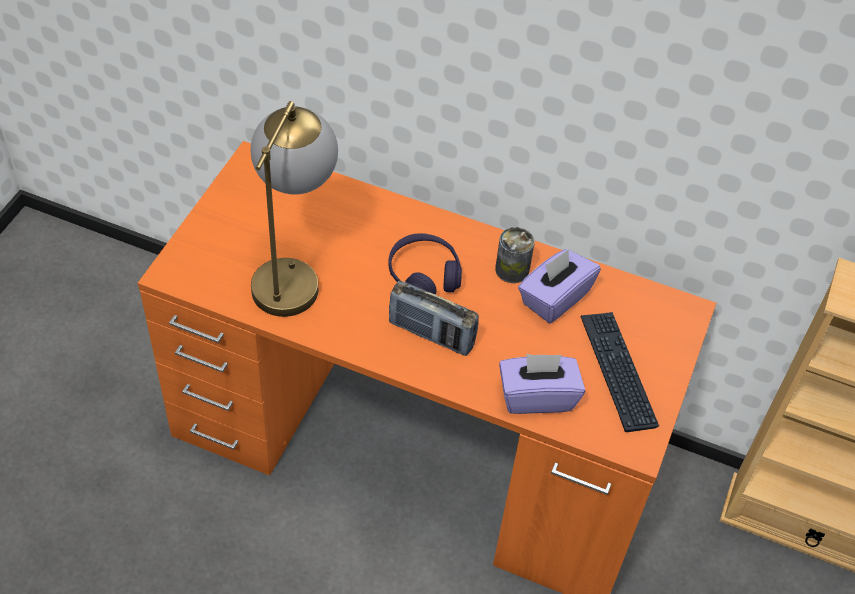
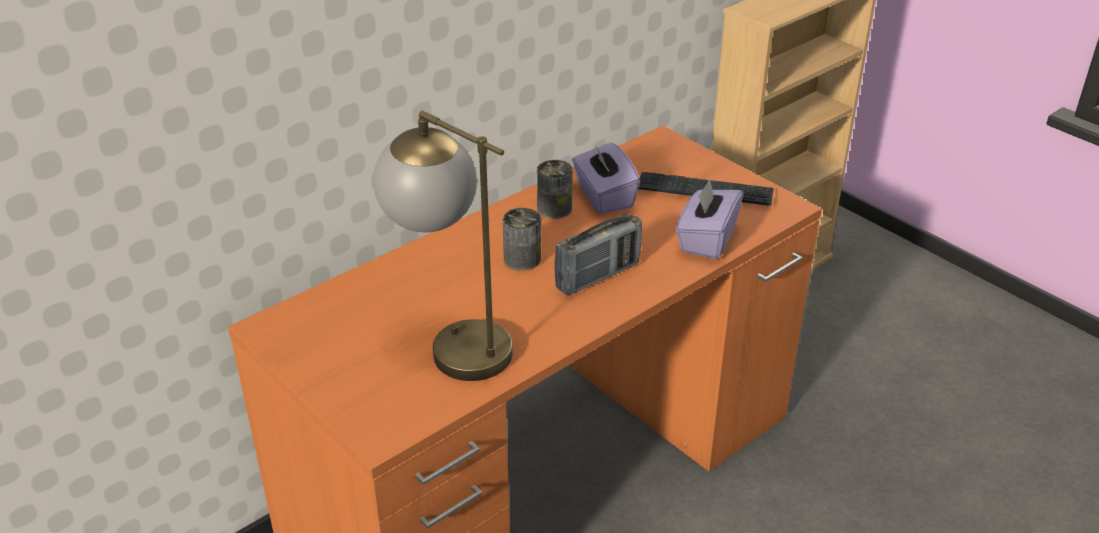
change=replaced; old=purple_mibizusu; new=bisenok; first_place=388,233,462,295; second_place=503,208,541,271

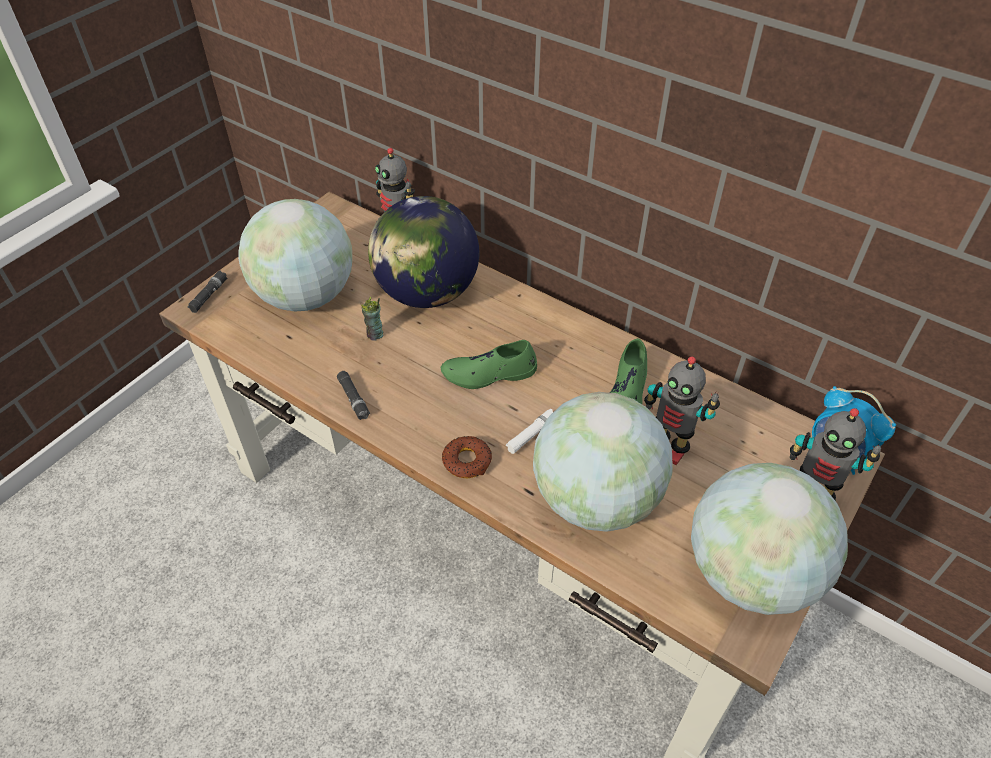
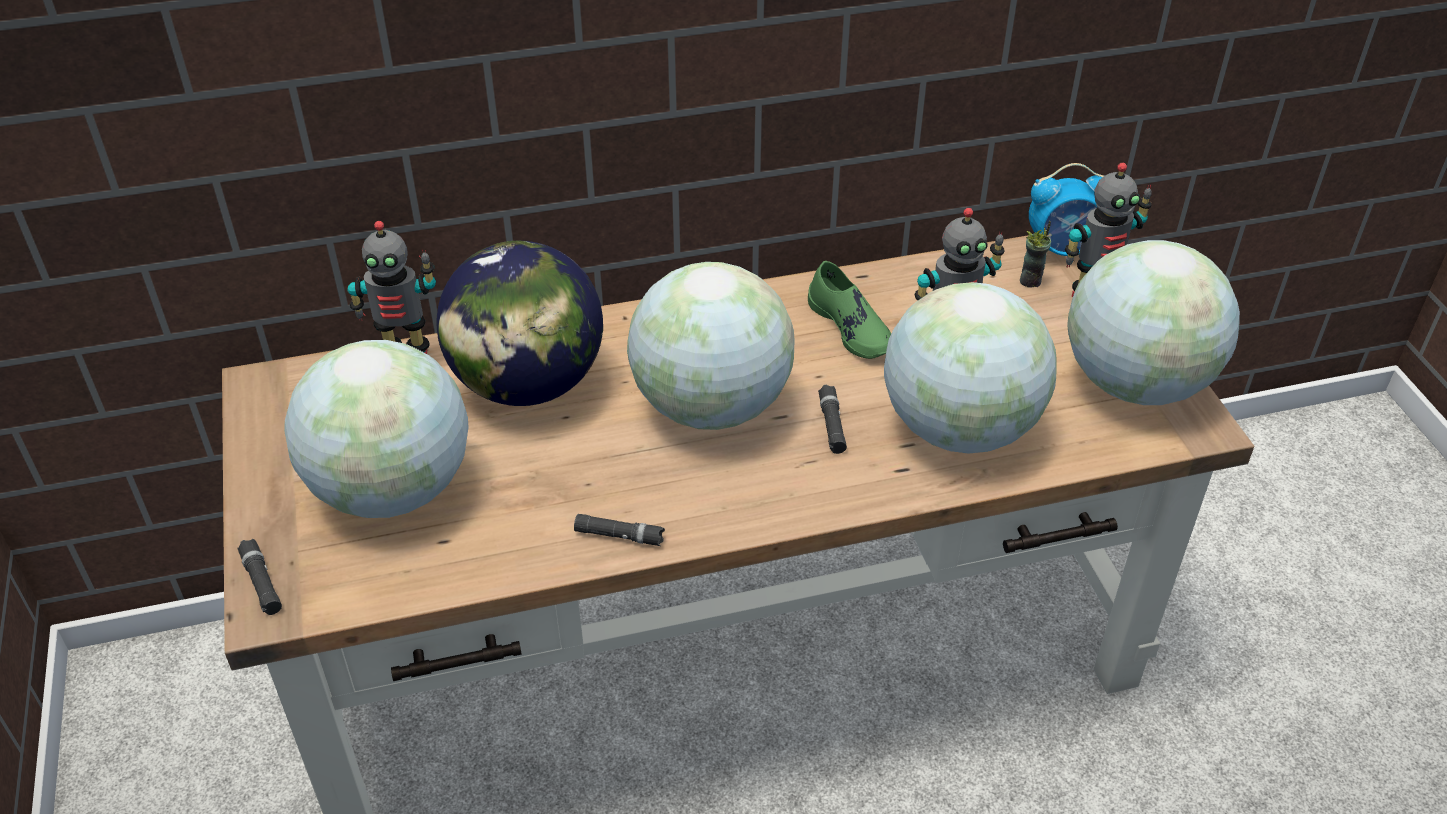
change=moved; old=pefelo; first_place=361,297,384,341; second_place=1020,221,1052,287
change=replaced; old=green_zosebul; new=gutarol; first_place=441,340,537,389; second_place=627,262,795,430
change=removed; old=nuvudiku; first_place=442,436,492,478
change=recoloured; old=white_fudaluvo; new=black_fudaluvo; first_place=506,409,553,454; second_place=818,384,847,454

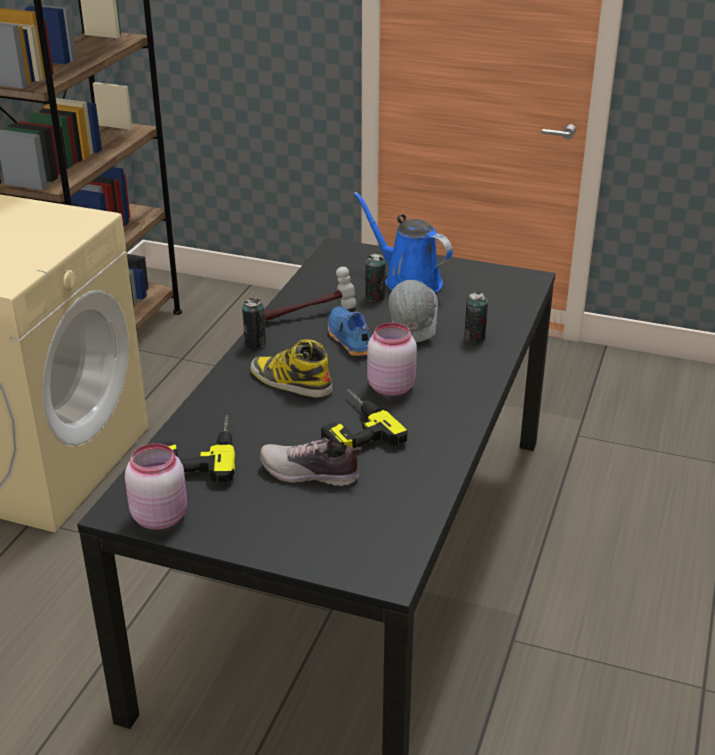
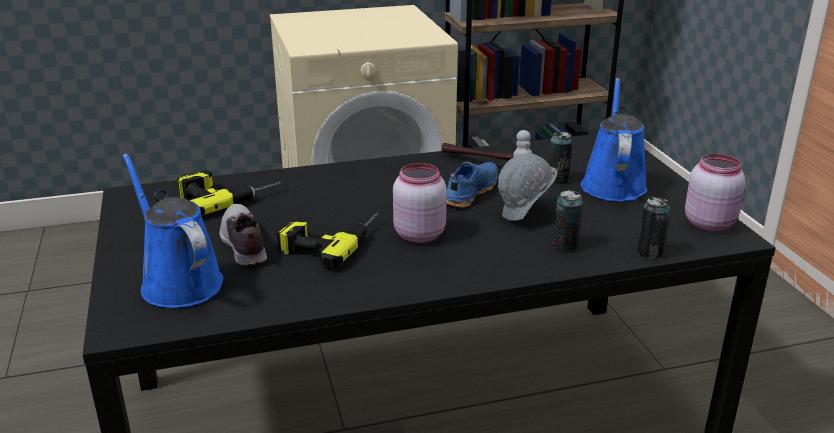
change=moved; old=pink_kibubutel; first_place=125,443,187,530; second_place=685,154,745,231
change=moved; old=bisenok; first_place=242,298,266,350; second_place=637,197,670,258
change=removed; old=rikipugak; first_place=250,339,333,398
change=added; new=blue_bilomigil; second_place=123,154,223,308

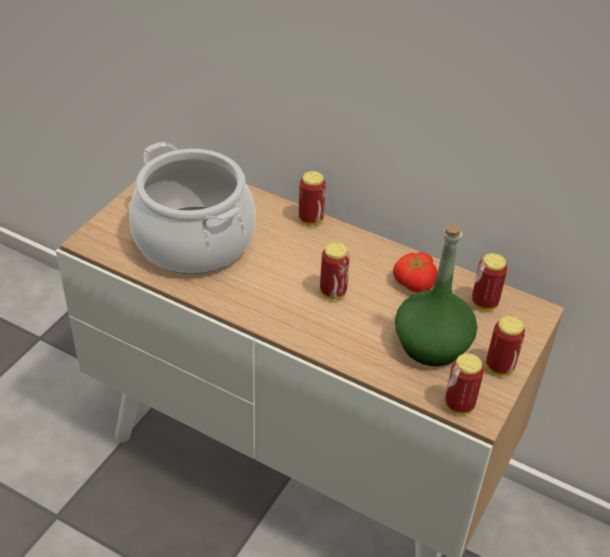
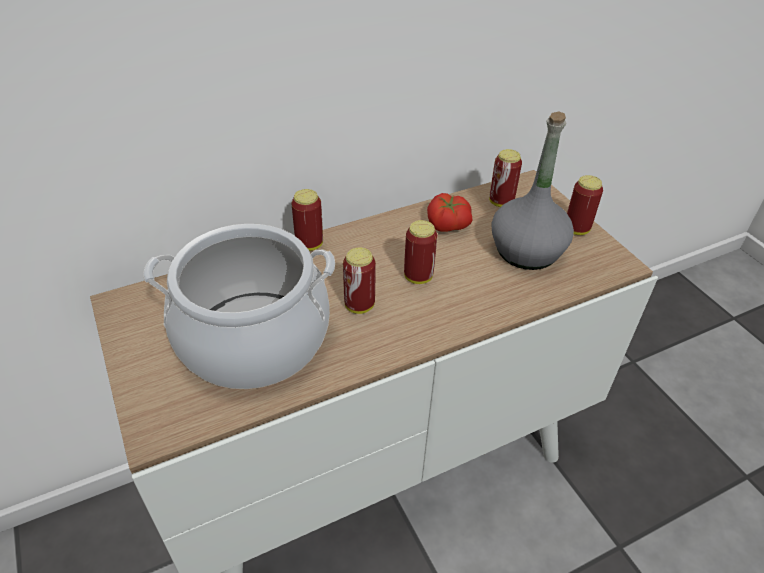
change=recoloured; old=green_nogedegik; new=grey_nogedegik; first_place=395,224,477,366; second_place=491,112,574,270
change=moved; old=bisenok; first_place=445,353,484,415; second_place=343,248,376,314

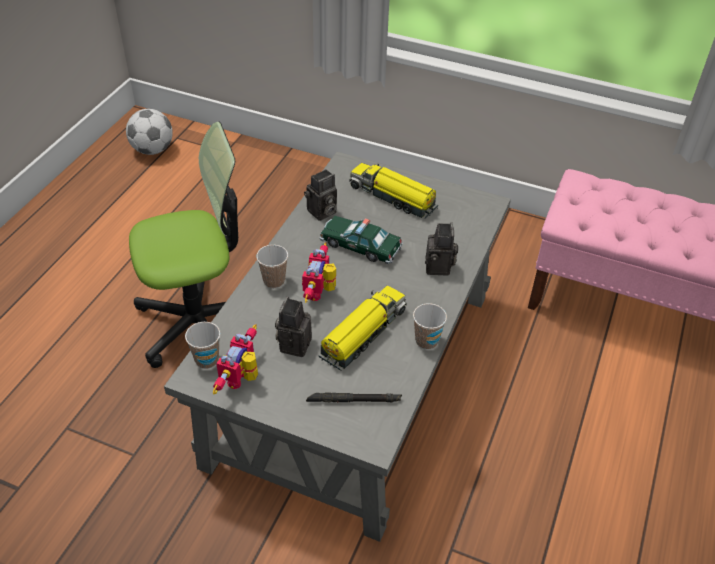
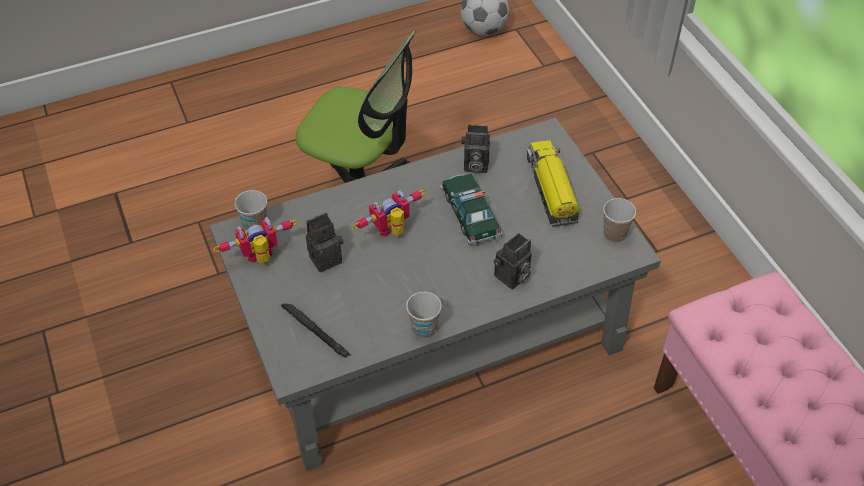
change=moved; old=pefelo; first_place=256,245,288,288; second_place=603,198,636,243
change=removed; old=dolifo; first_place=318,286,407,371

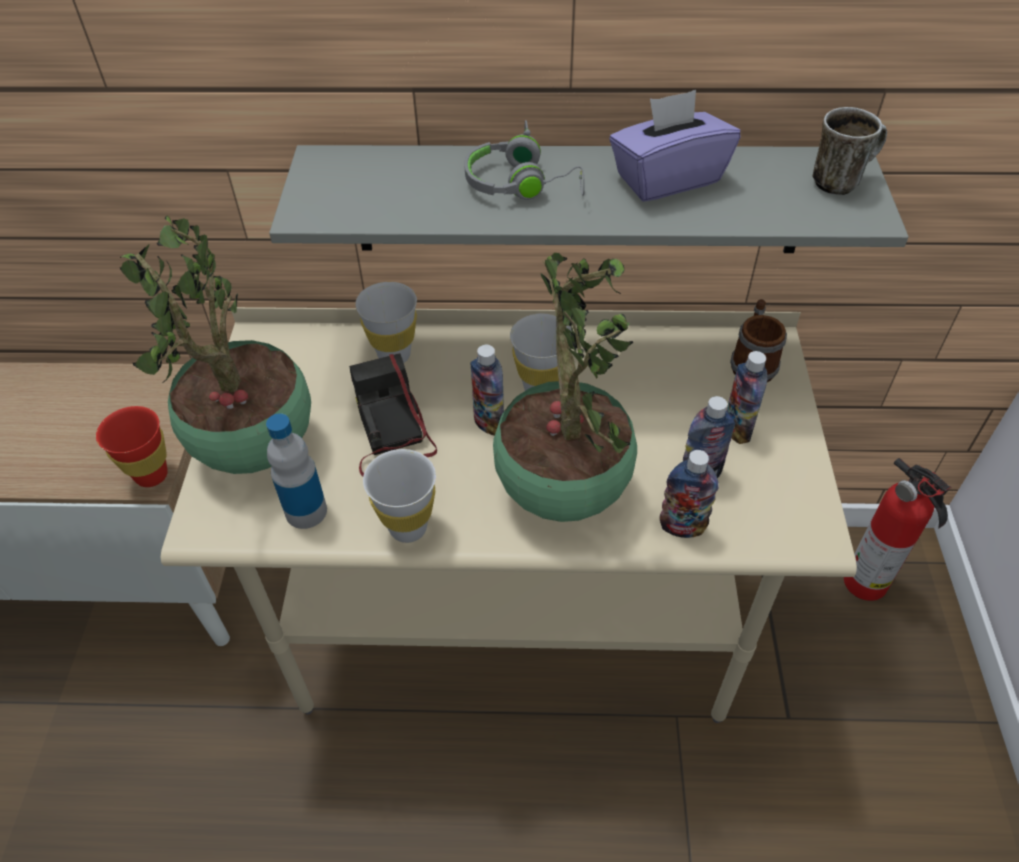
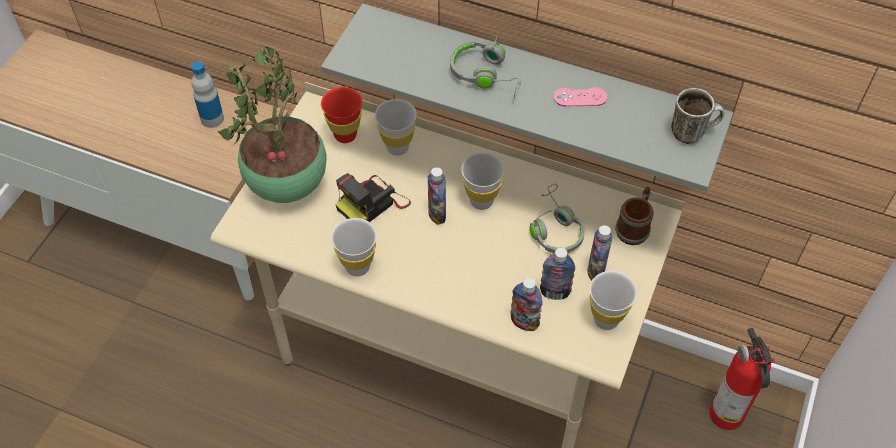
change=moved; old=red_pefelo; first_place=96,406,168,487; second_place=321,87,362,143
change=moved; old=nogedegik; first_place=266,413,327,529; second_place=192,61,224,128
change=turned; old=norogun; first_place=349,353,437,476; second_place=335,173,411,222; degrees=-135
change=removed; old=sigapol; first_place=493,253,637,522
change=replaced; old=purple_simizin; new=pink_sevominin; first_place=609,90,741,201; second_place=553,87,607,106
change=added; new=grey_mibizusu; second_place=529,184,585,253
change=added; new=white_pefelo; second_place=590,271,637,330

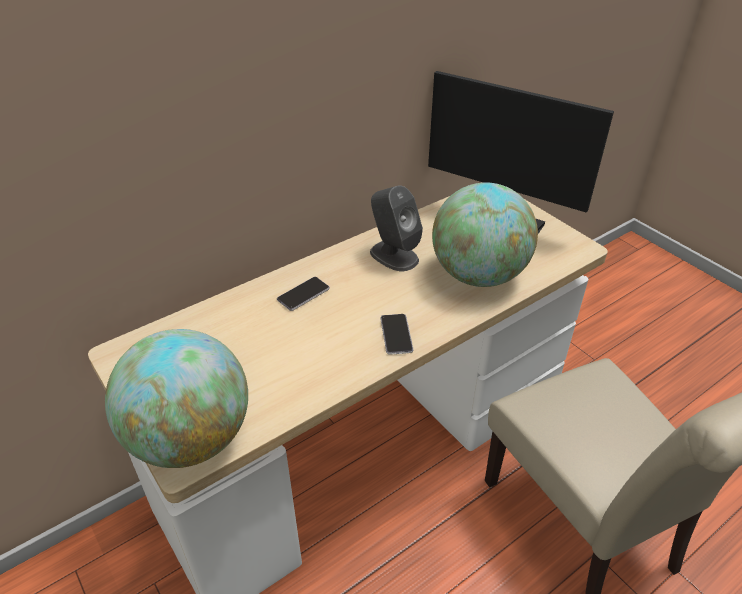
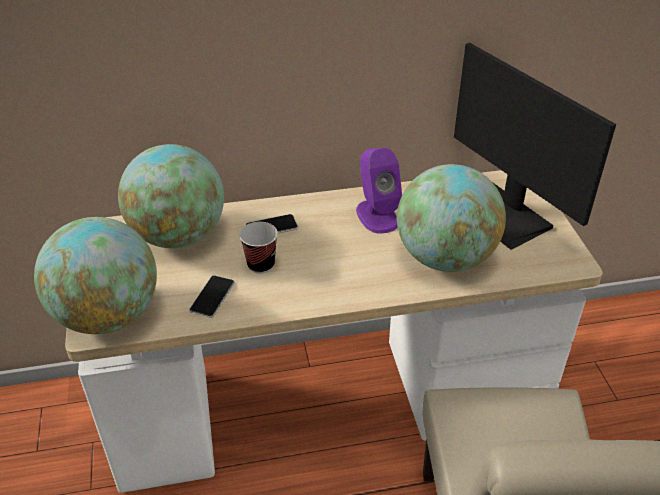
change=recoloured; old=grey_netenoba; new=purple_netenoba; first_place=370,185,423,271; second_place=356,148,402,234
change=moved; old=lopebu; first_place=380,314,414,355; second_place=189,276,235,318
change=added; new=gutarol; second_place=118,144,224,248
change=added; new=pefelo; second_place=239,222,278,274

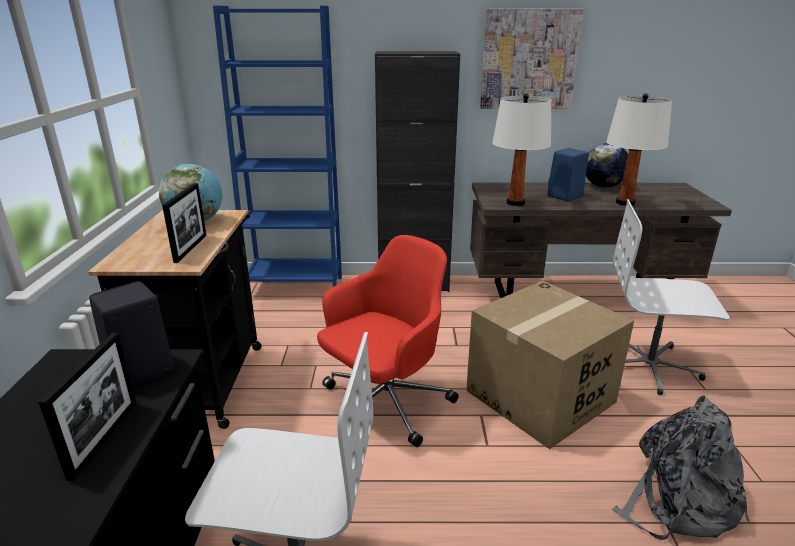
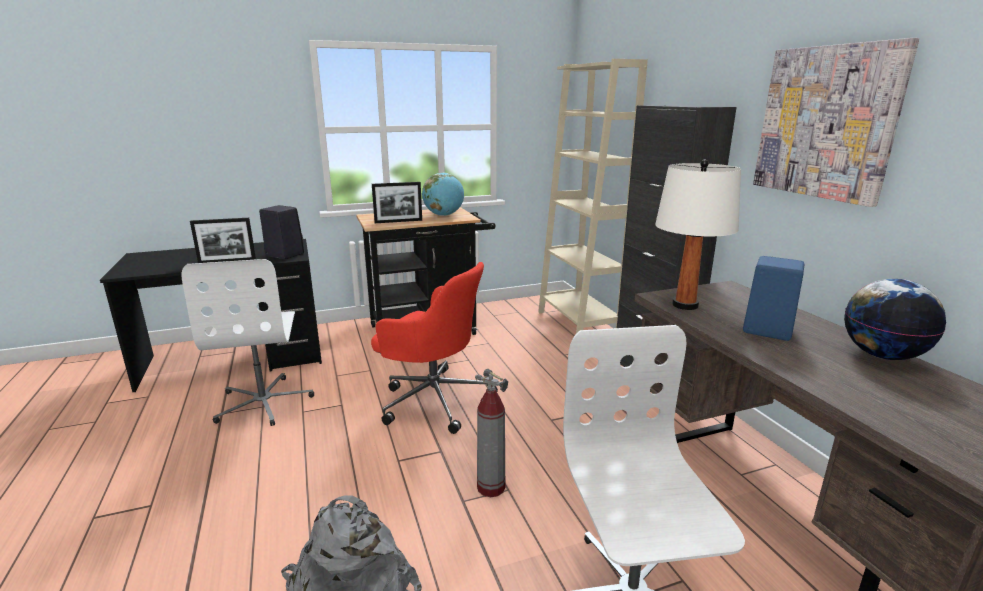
change=recoloured; old=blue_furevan; new=beige_furevan; first_place=213,6,342,287; second_place=538,59,648,333
change=replaced; old=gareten; new=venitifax; first_place=466,281,634,449; second_place=475,369,508,497
change=removed; old=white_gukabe; first_place=606,93,672,206

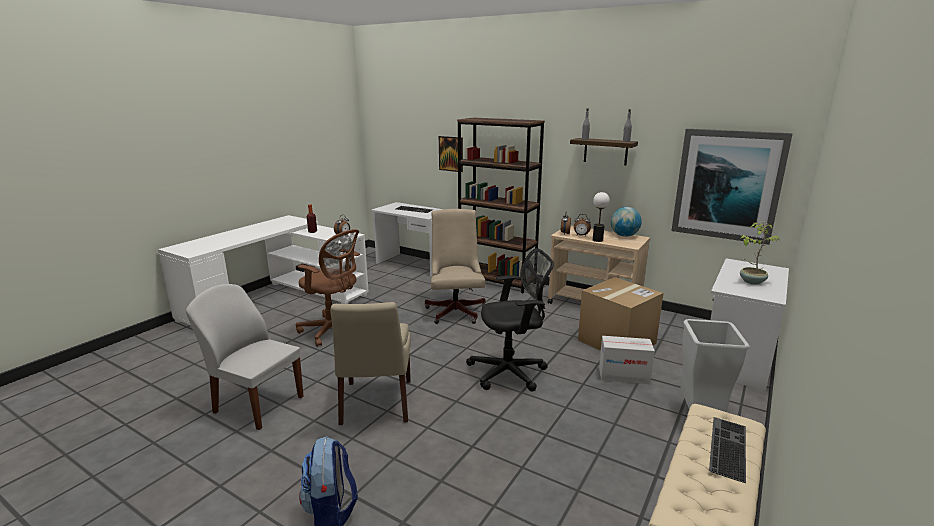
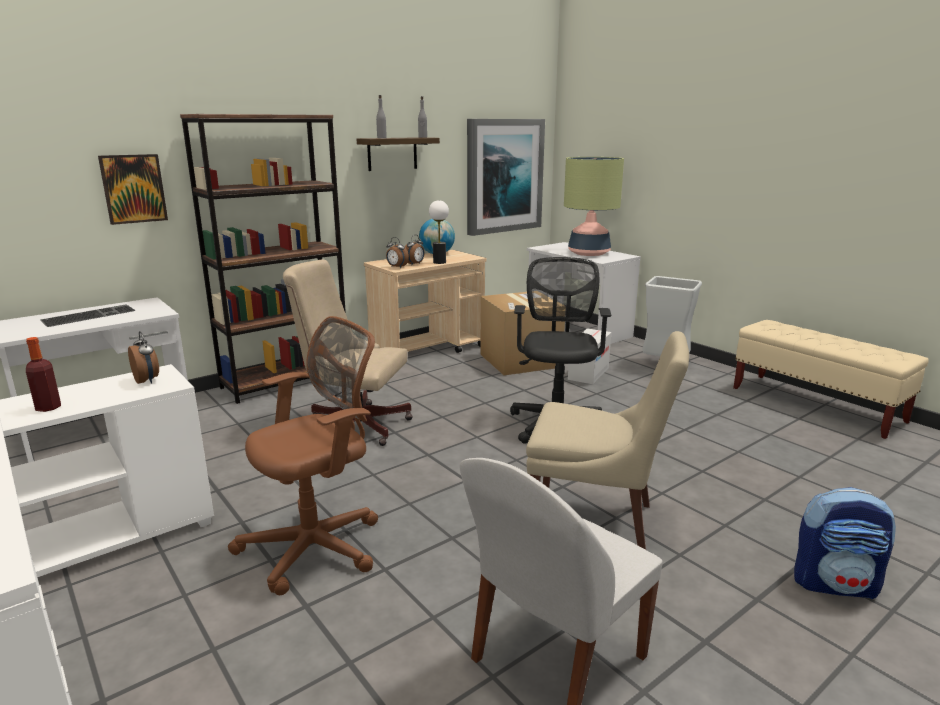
change=removed; old=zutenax; first_place=709,417,746,483
change=replaced; old=sigapol; new=gukabe; first_place=740,221,780,285; second_place=564,157,624,256

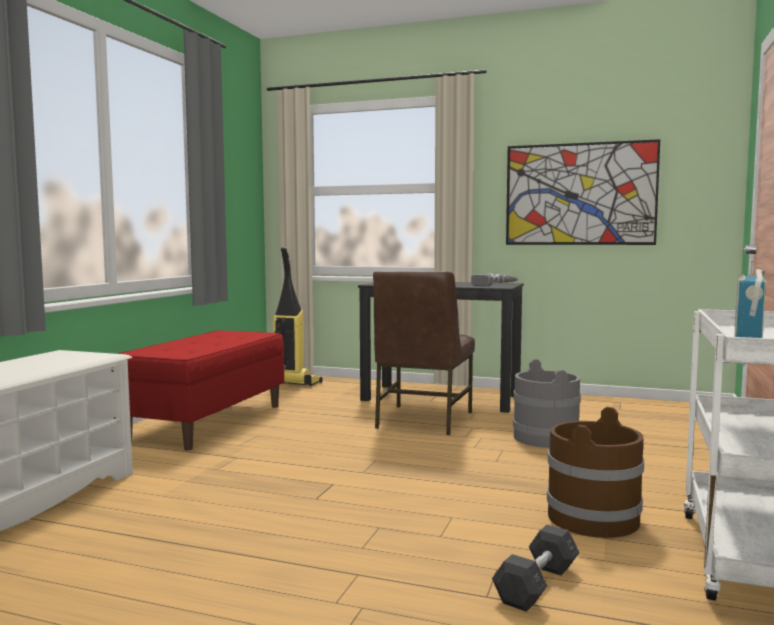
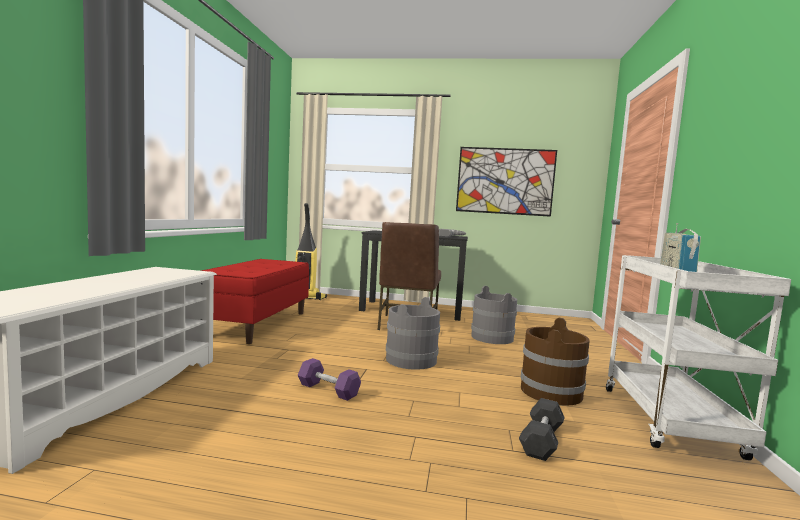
change=added; new=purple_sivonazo; second_place=298,358,361,401
change=added; new=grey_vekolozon; second_place=386,297,440,370

